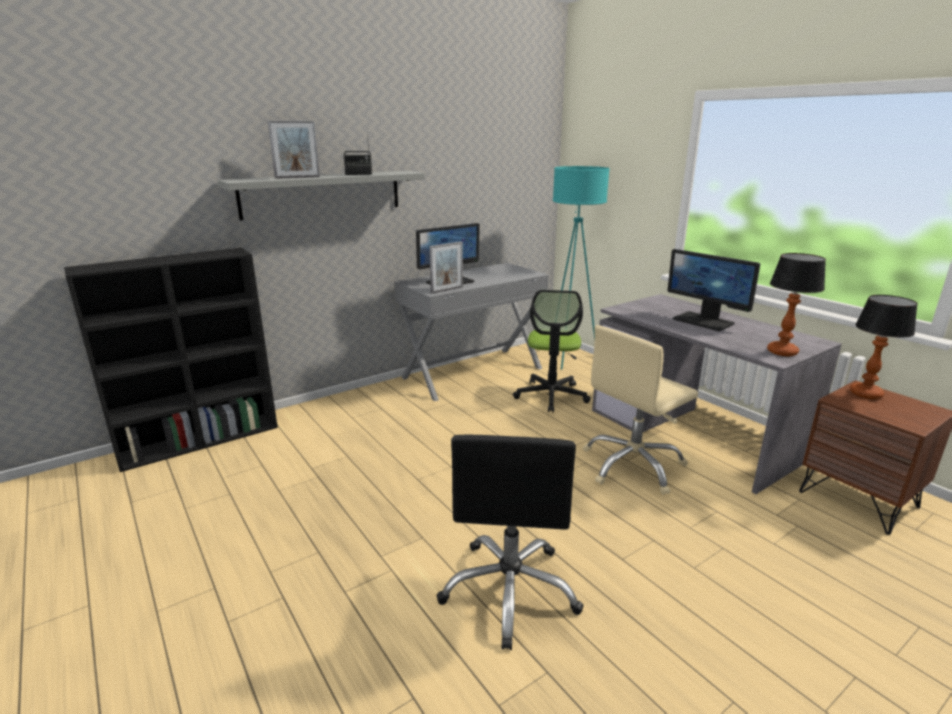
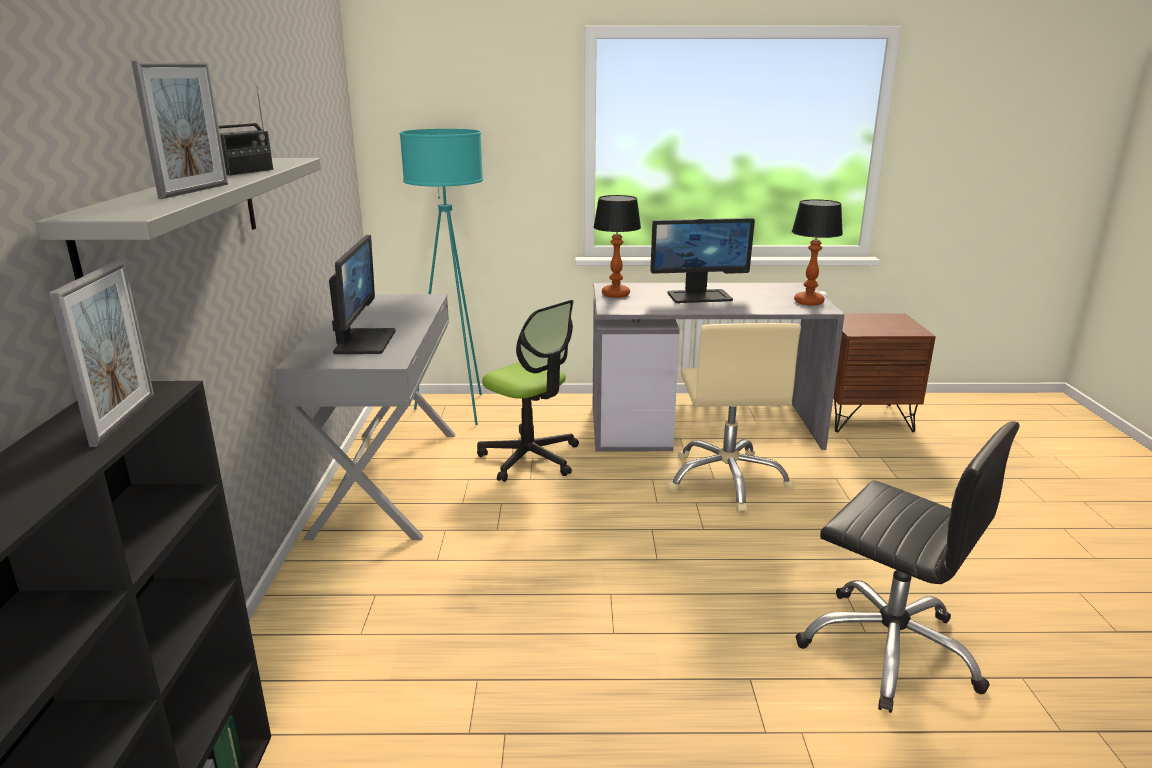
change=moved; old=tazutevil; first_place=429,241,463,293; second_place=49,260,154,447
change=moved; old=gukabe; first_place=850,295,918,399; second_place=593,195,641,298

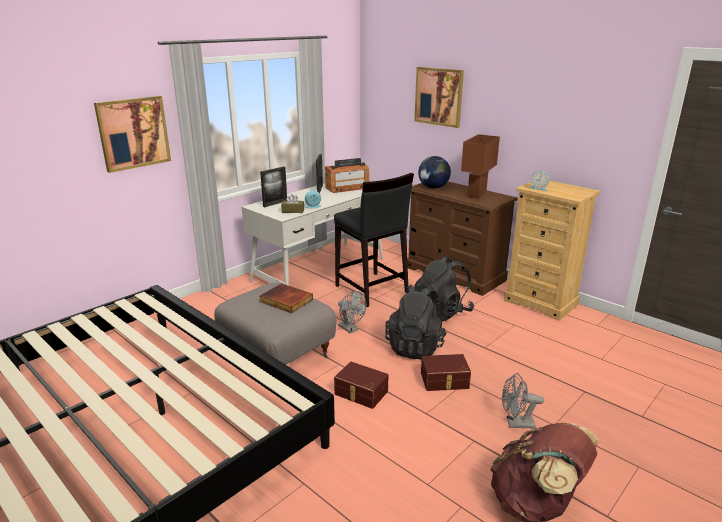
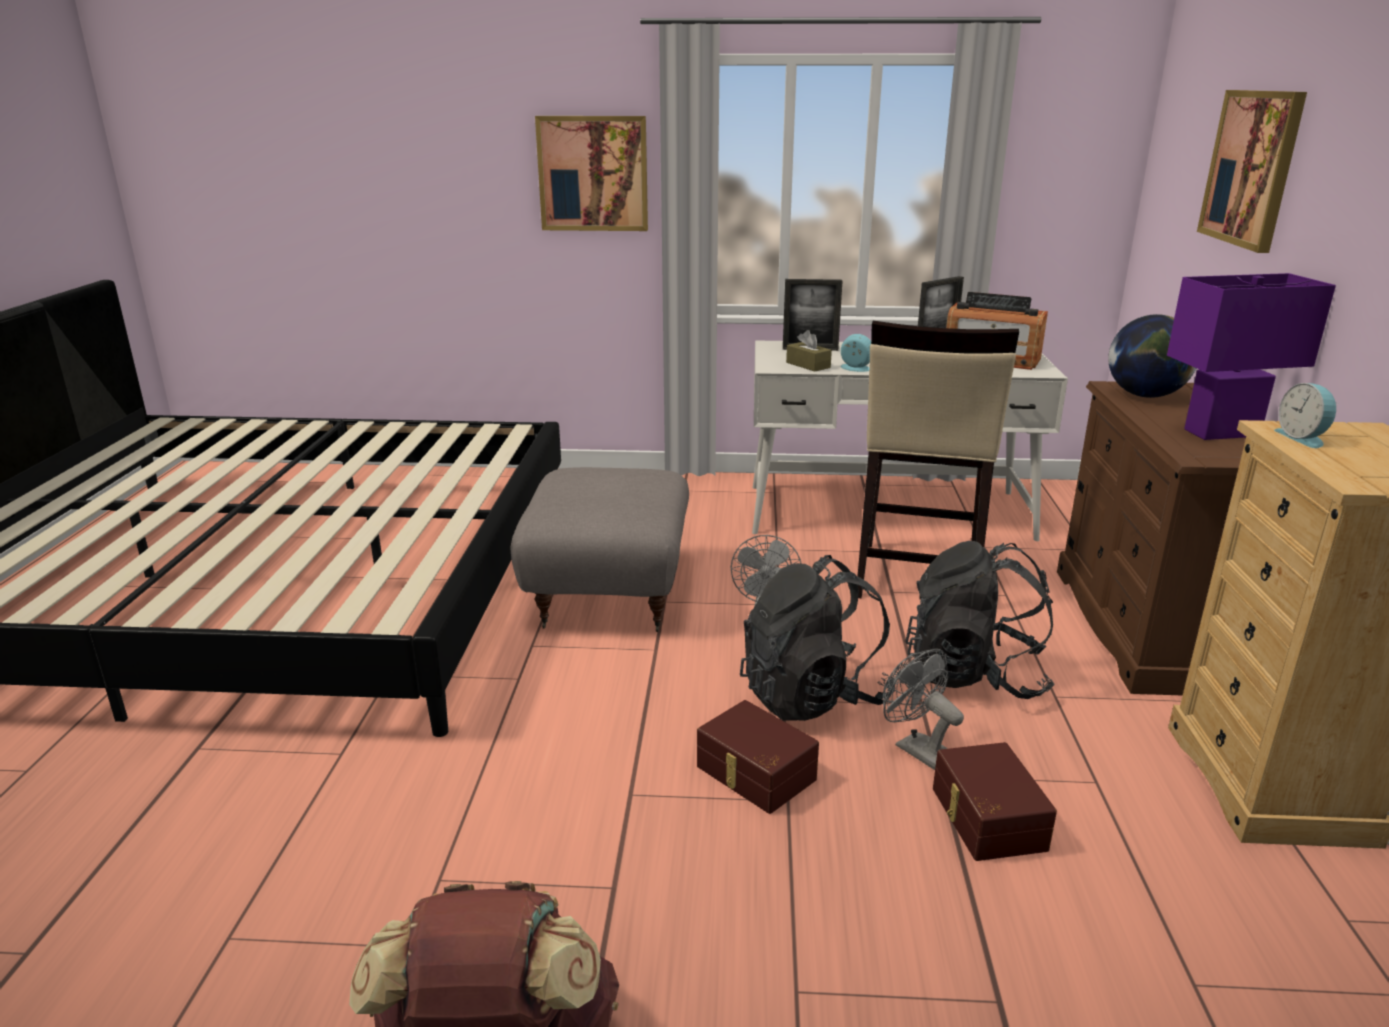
change=removed; old=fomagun; first_place=260,284,313,313
change=recoloured; old=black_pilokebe; new=beige_pilokebe; first_place=334,173,414,307; second_place=858,321,1019,598
change=moved; old=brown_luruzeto; first_place=334,362,388,409; second_place=933,742,1057,861
change=recoloured; old=brown_gukabe; new=purple_gukabe; first_place=461,134,500,198; second_place=1167,273,1336,440
change=moved; old=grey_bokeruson; first_place=502,373,544,428; second_place=883,649,964,770

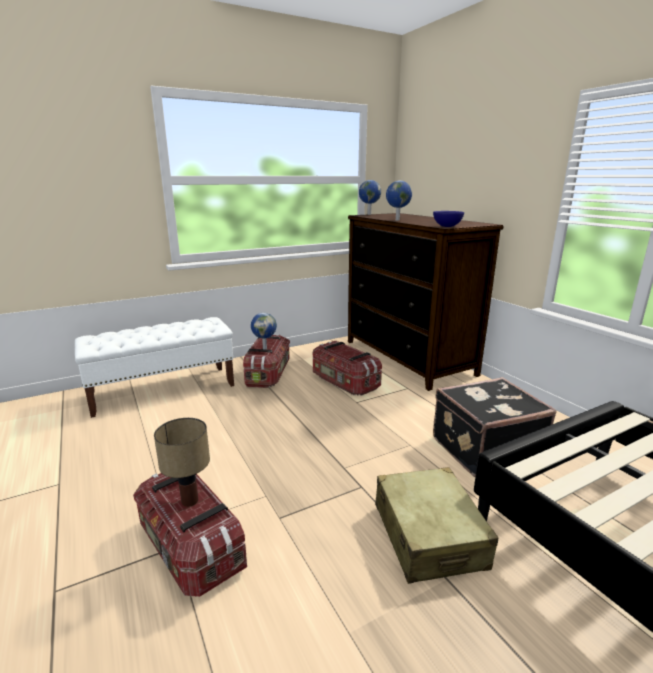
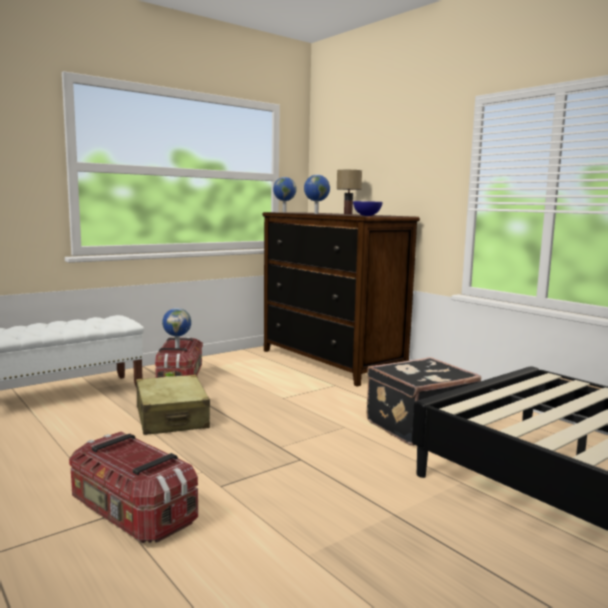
change=moved; old=gukabe; first_place=154,418,210,507; second_place=337,170,362,214
change=removed; old=luruzeto; first_place=312,341,382,396
change=moved; old=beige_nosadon; first_place=375,467,498,584; second_place=136,374,210,435

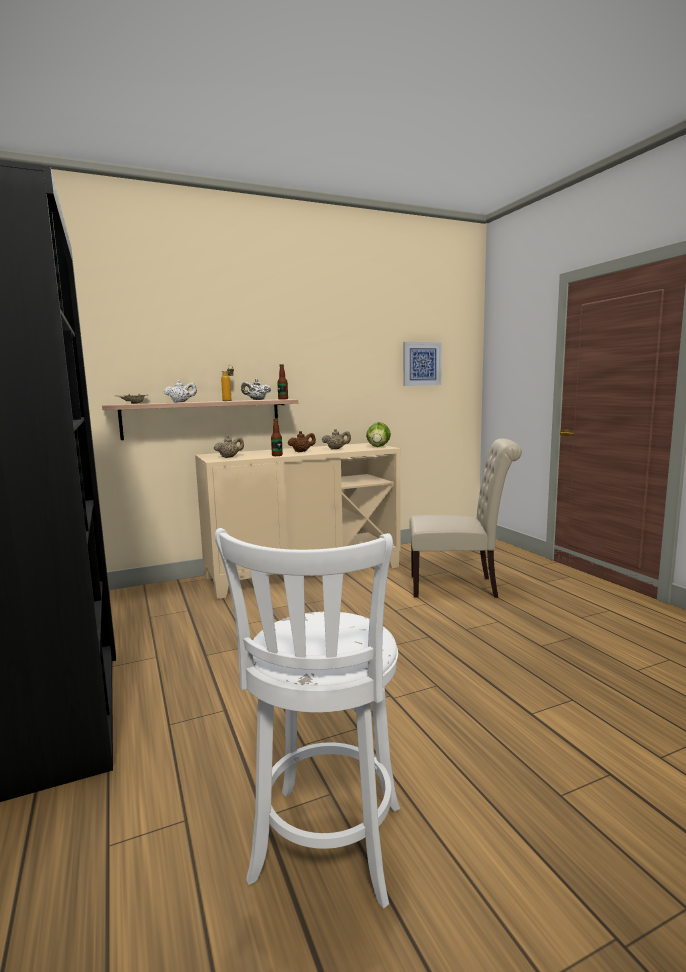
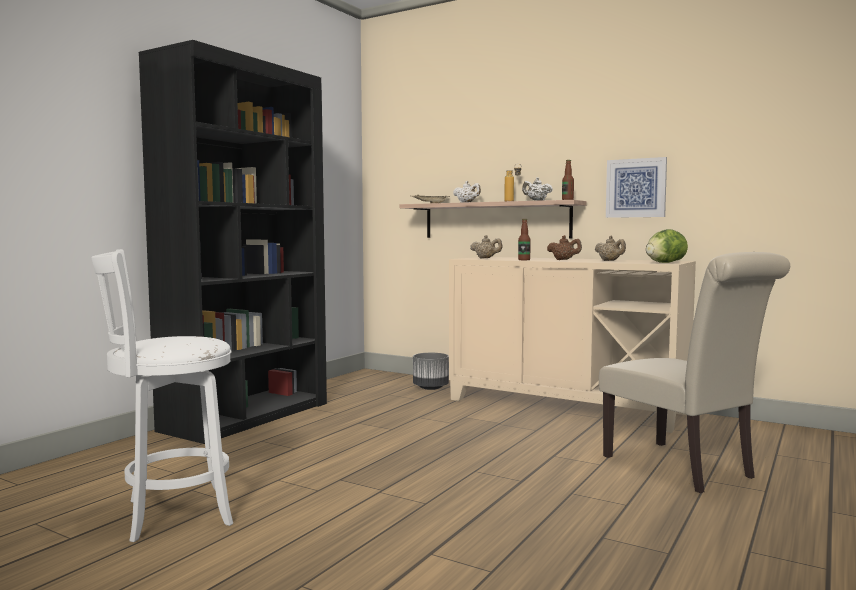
change=moved; old=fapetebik; first_place=403,342,442,386; second_place=606,157,667,218
change=added; new=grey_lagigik; second_place=413,353,449,390

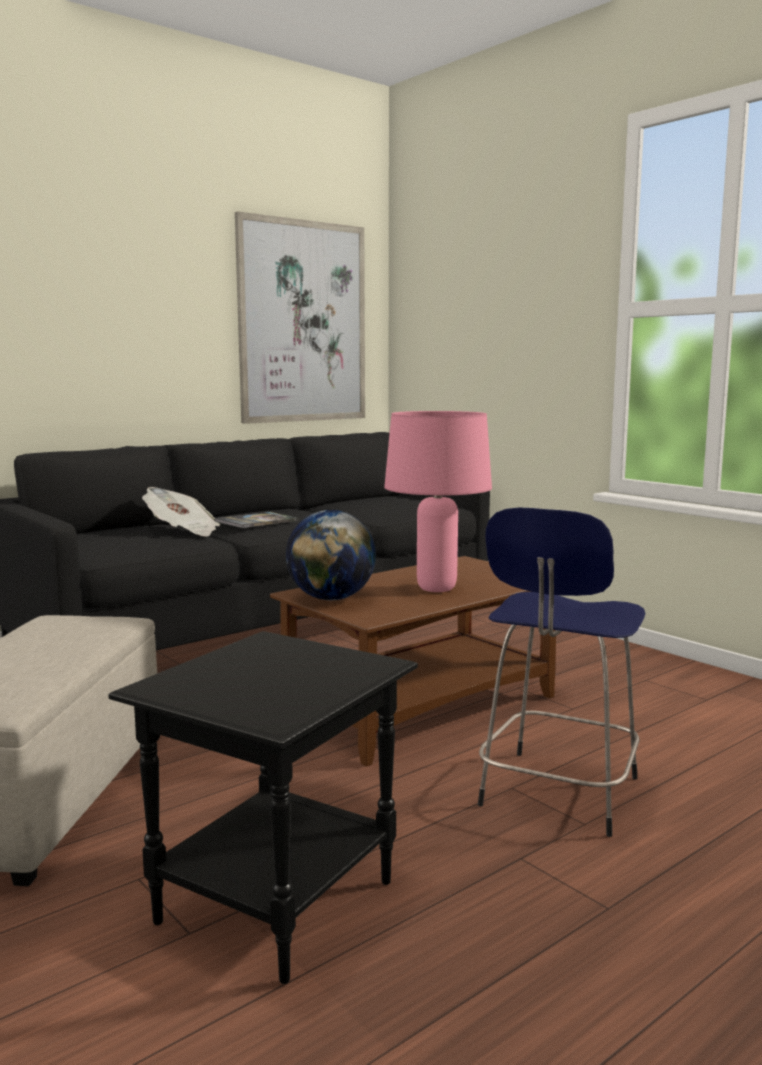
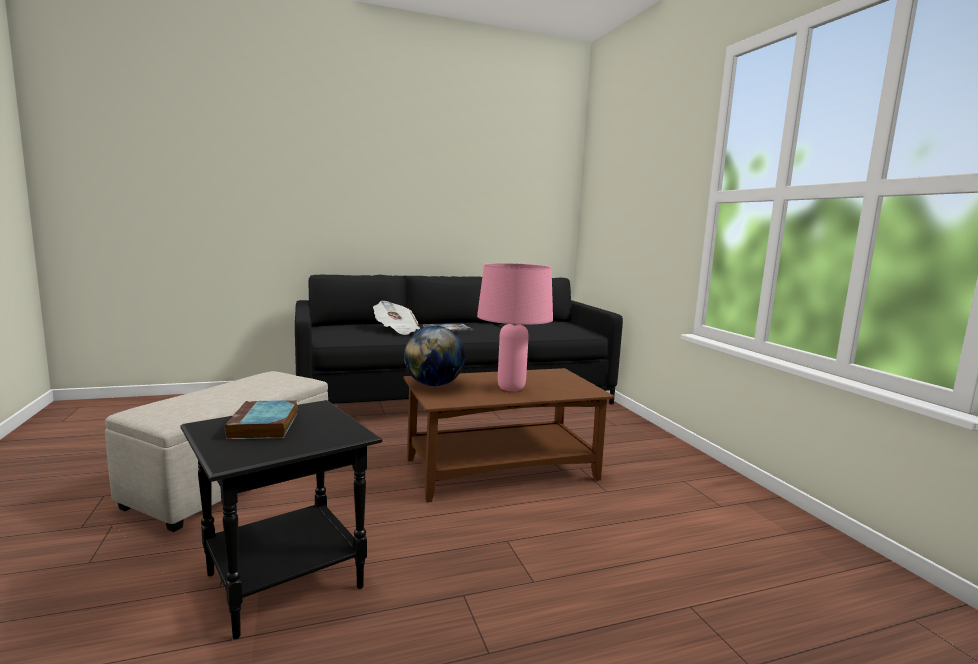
change=removed; old=fapetebik; first_place=235,211,365,424
change=removed; old=blue_pilokebe; first_place=478,507,646,837
change=added; new=fomagun; second_place=224,400,298,439

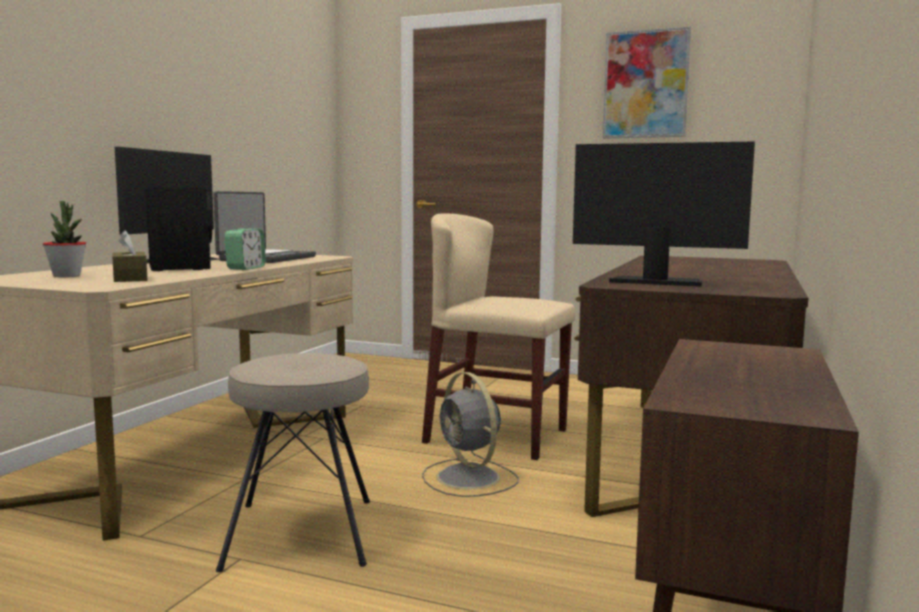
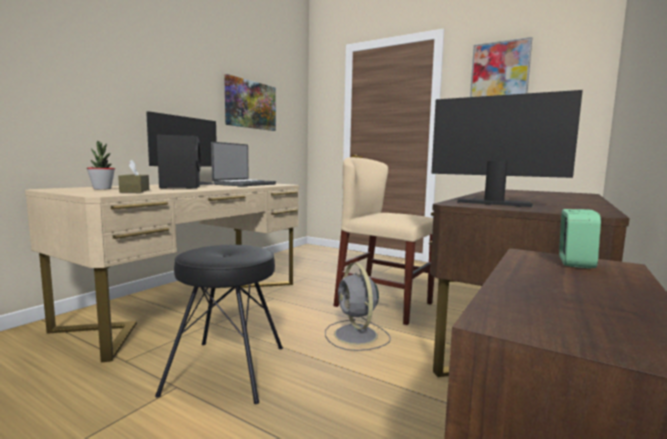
change=recoloured; old=beige_pilokebe; new=black_pilokebe; first_place=216,353,370,572; second_place=155,245,283,404
change=moved; old=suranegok; first_place=225,229,266,270; second_place=559,209,601,269
change=added; new=fapetebik; second_place=224,74,276,131

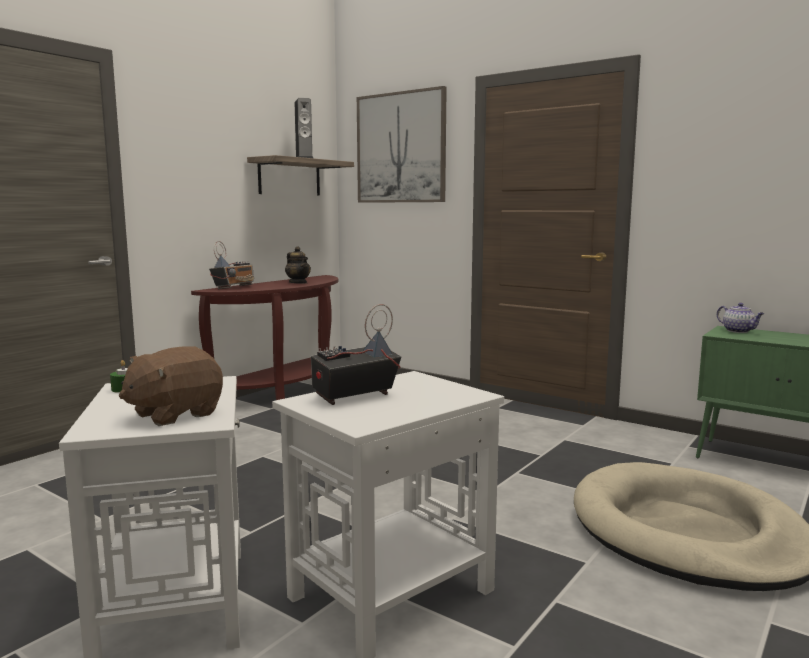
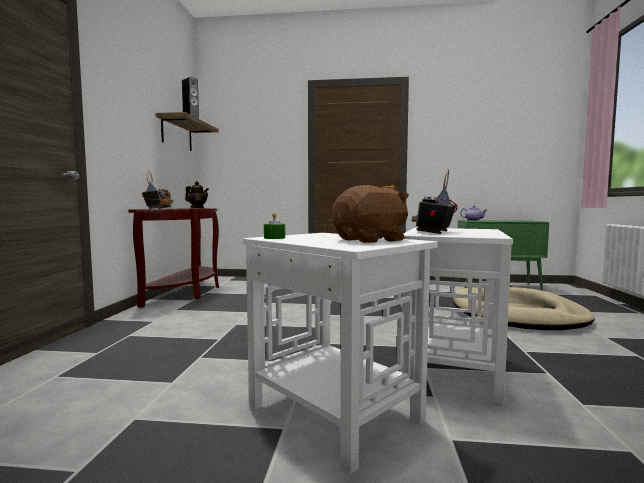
change=turned; old=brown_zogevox; first_place=119,346,223,426; second_place=332,185,409,243; degrees=-135
change=removed; old=fapetebik; first_place=357,86,447,203

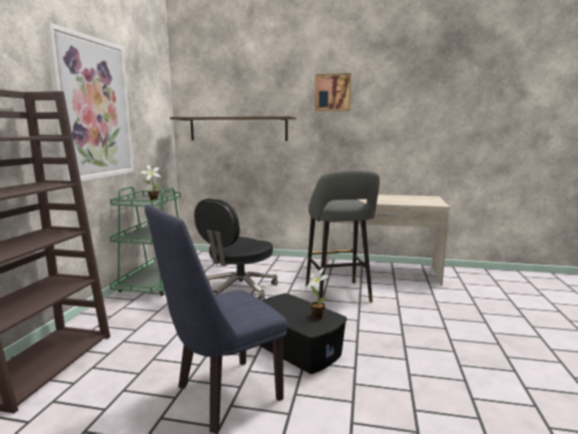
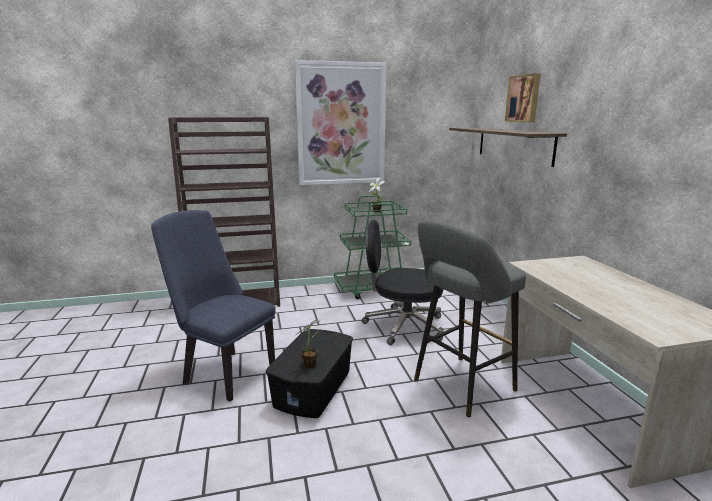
change=moved; old=fapetebik; first_place=315,73,351,111; second_place=505,73,541,123

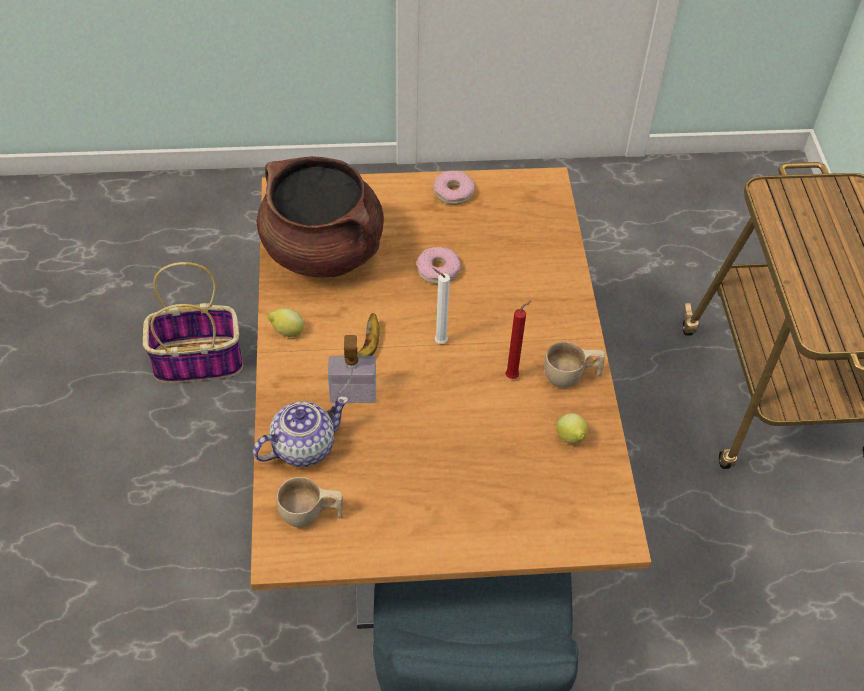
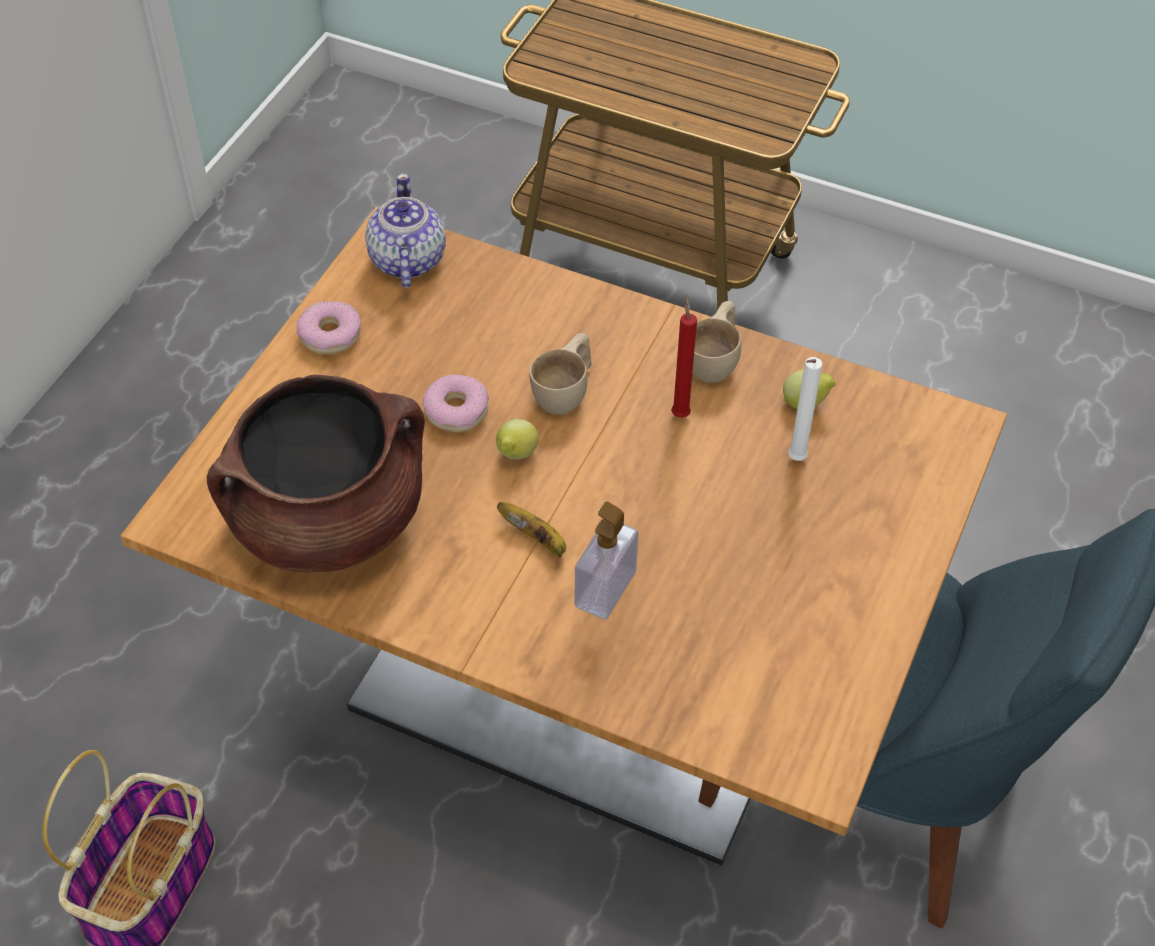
change=moved; old=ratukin; first_place=253,396,348,467; second_place=365,173,446,288
change=moved; old=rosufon; first_place=267,308,304,337; second_place=496,419,539,459
change=moved; old=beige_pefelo; first_place=276,477,343,528; second_place=529,333,592,415
change=moved; old=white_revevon; first_place=432,268,450,344; second_place=788,357,822,461

